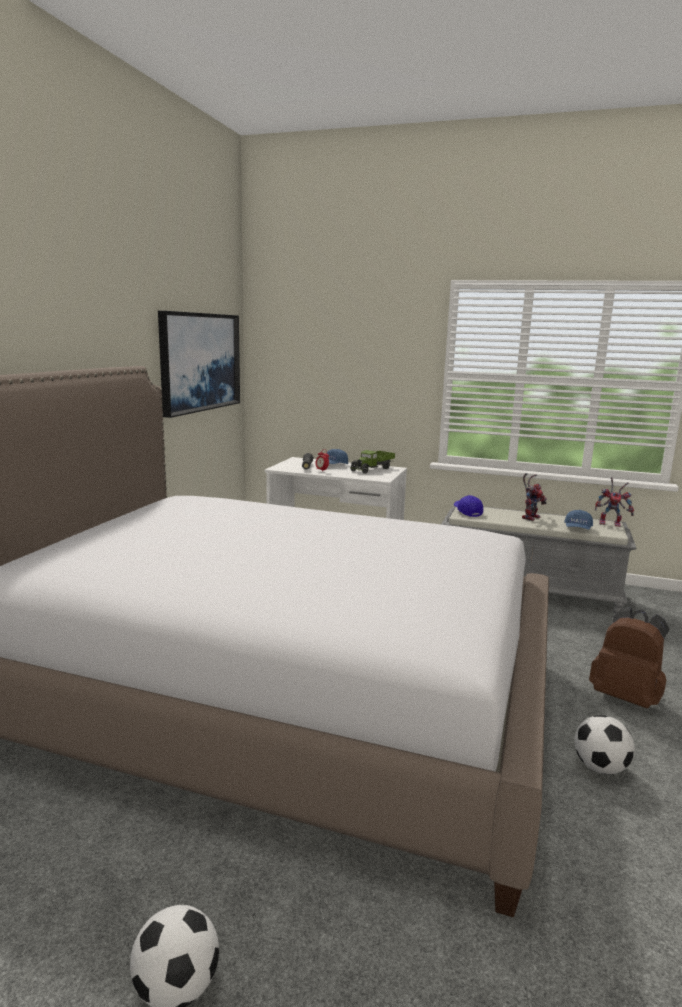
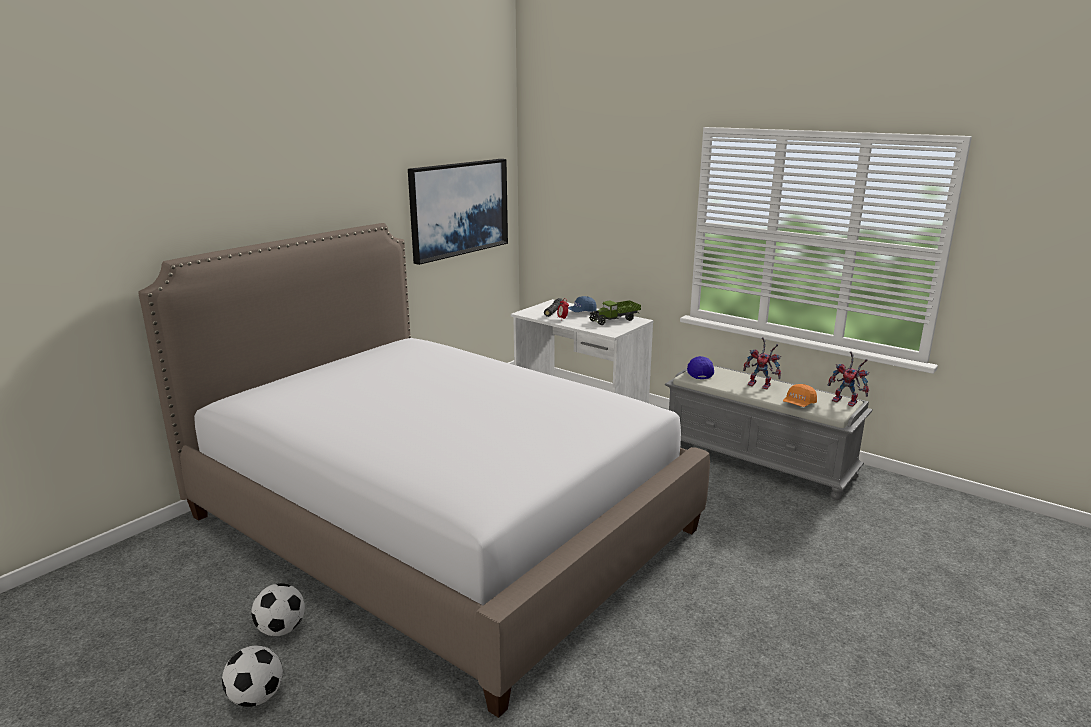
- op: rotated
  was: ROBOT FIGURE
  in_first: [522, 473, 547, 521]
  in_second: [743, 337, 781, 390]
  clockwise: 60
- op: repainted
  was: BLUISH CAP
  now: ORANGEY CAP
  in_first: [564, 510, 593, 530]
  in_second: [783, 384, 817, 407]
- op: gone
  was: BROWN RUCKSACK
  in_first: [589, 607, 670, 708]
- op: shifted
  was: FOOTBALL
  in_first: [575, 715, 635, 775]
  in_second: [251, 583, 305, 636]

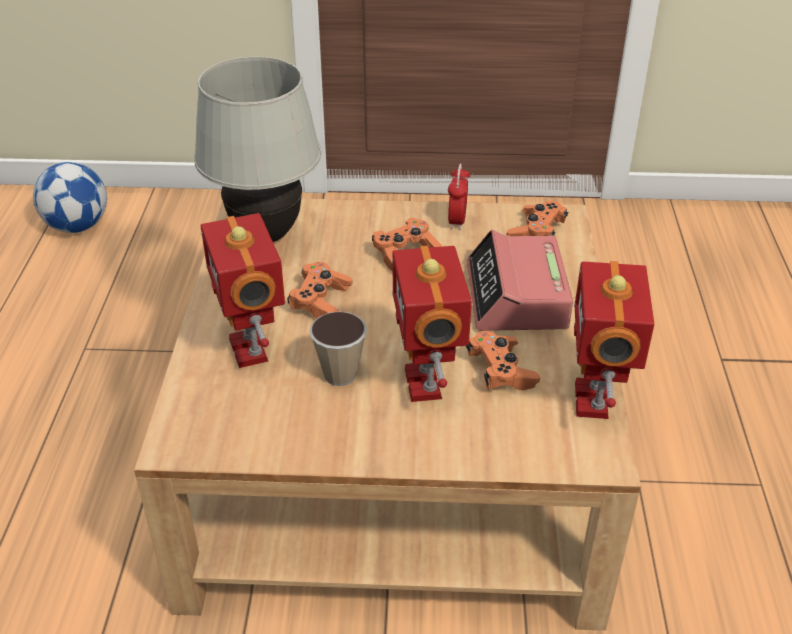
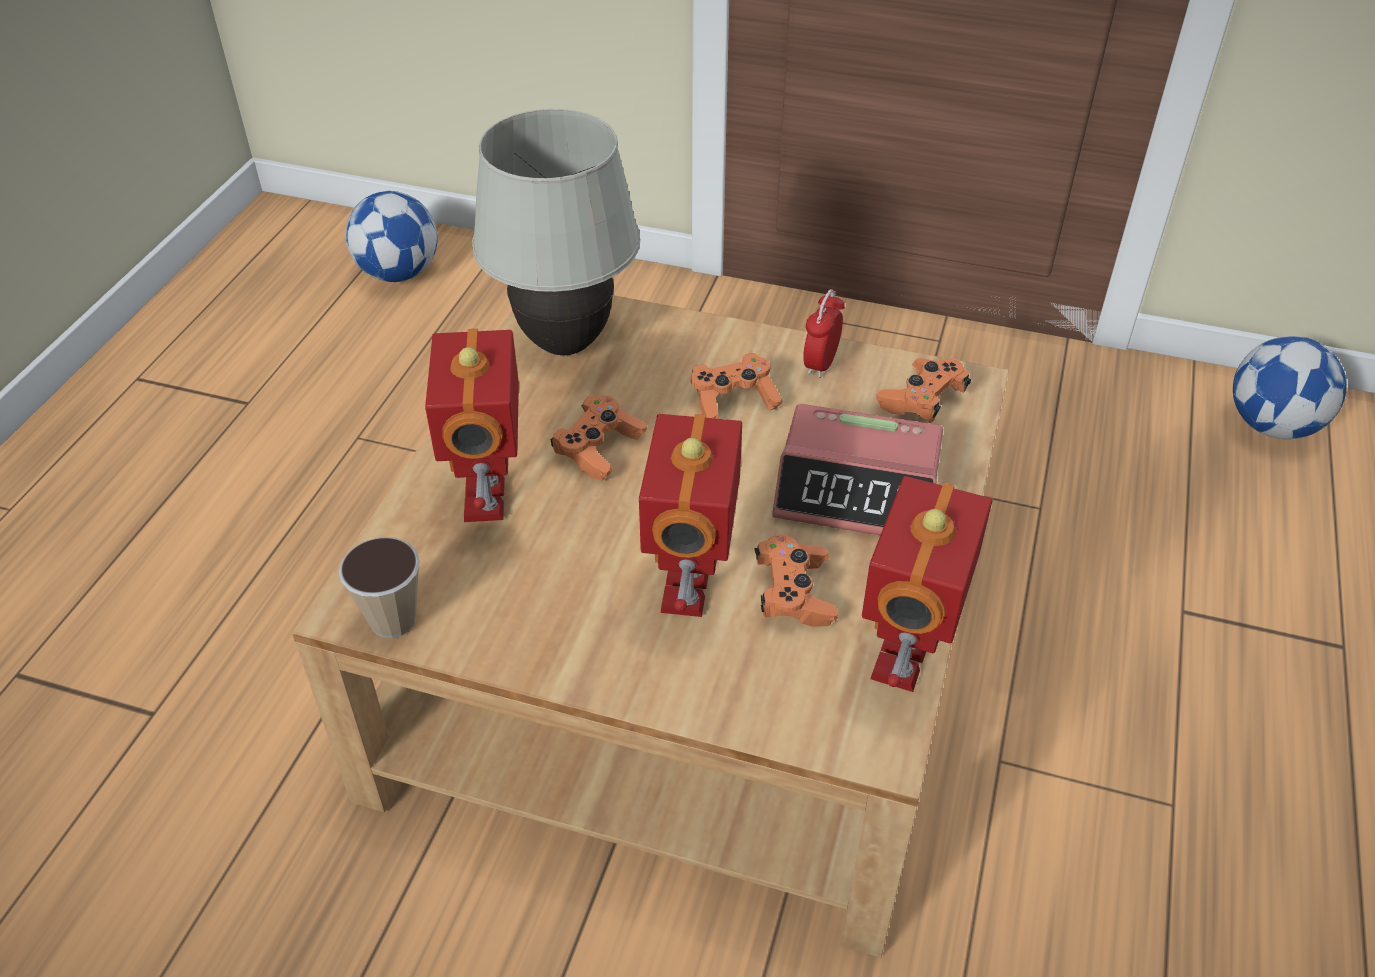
- op: rotated
  was: TABLE CLOCK
  in_first: [467, 230, 573, 331]
  in_second: [772, 404, 943, 535]
  clockwise: -90
- op: shifted
  was: CUP
  in_first: [309, 312, 367, 386]
  in_second: [339, 537, 420, 638]
- op: new
  now: FOOTBALL
  in_second: [1233, 336, 1347, 439]

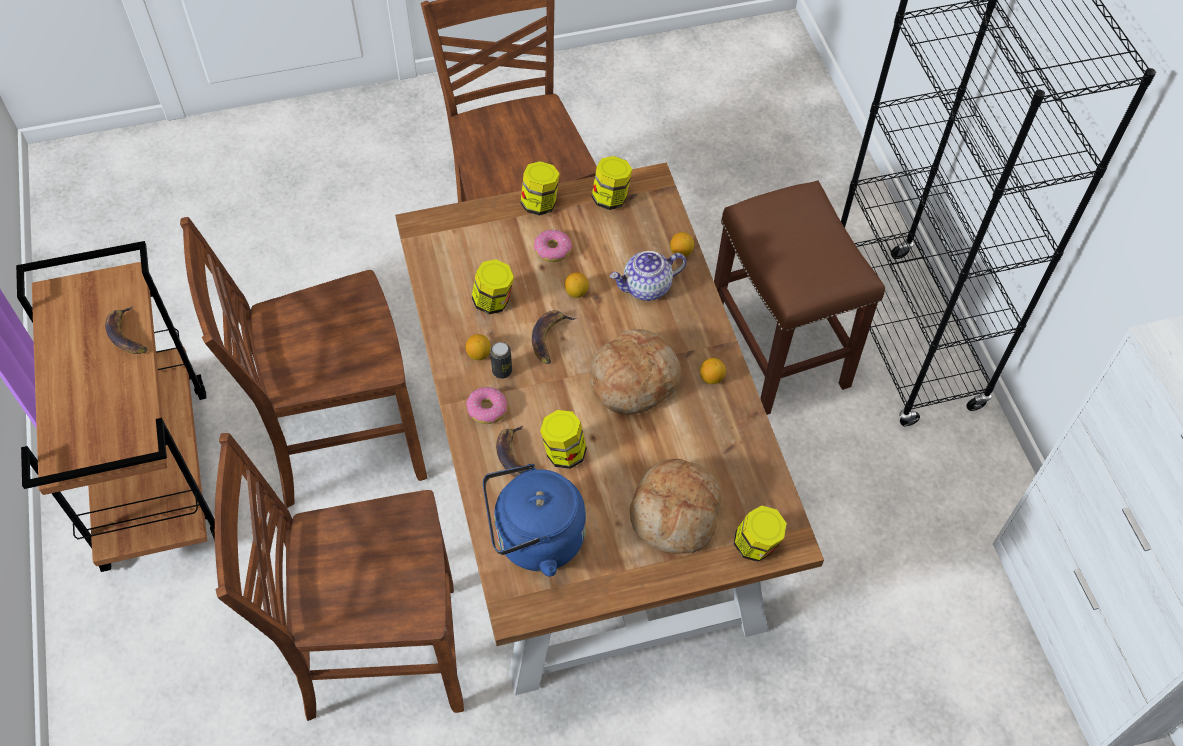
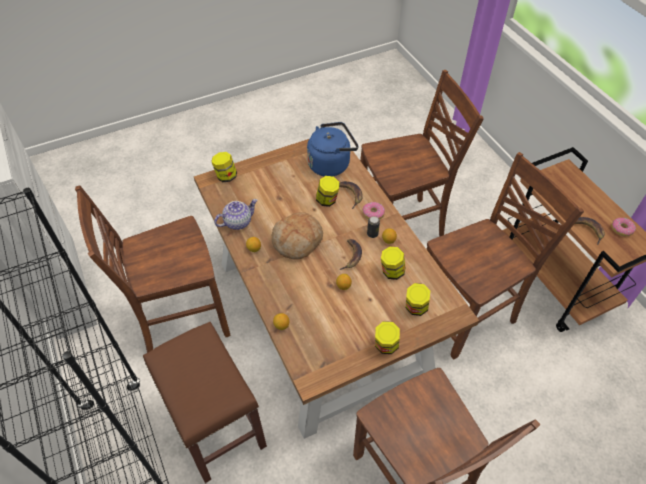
- op: shifted
  was: STORAGE JAR
  in_first: [591, 156, 632, 210]
  in_second: [406, 283, 430, 316]
- op: shifted
  was: DOUGHNUT
  in_first: [534, 230, 572, 262]
  in_second: [611, 218, 636, 236]
- op: shifted
  was: TEAPOT
  in_first: [610, 251, 687, 301]
  in_second: [214, 199, 258, 230]
- op: gone
  was: BAKERY BREAD
  in_first: [630, 459, 721, 554]
- op: new
  now: BROWN UPRIGHT CHAIR
  in_second: [75, 186, 231, 353]

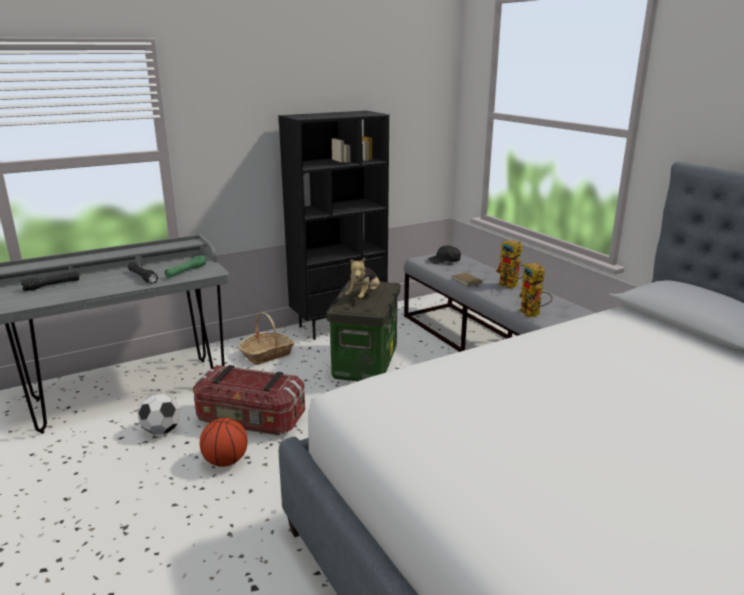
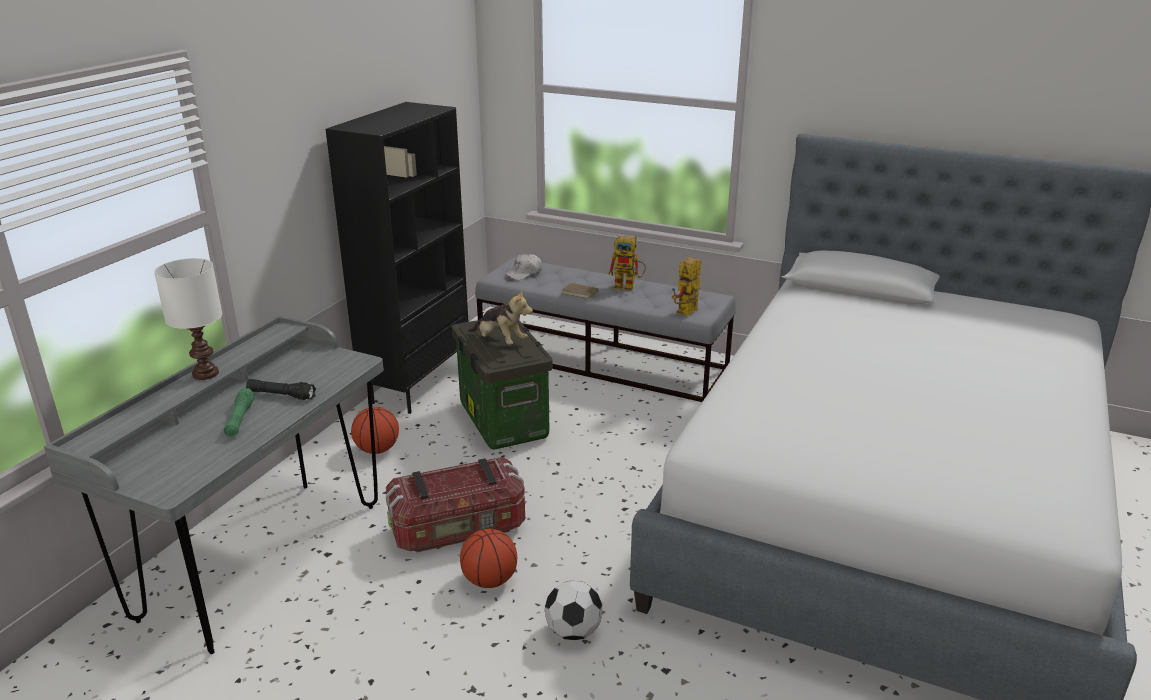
- op: repainted
  was: BLACK-COLOURED CAP
  now: WHITE CAP
  in_first: [428, 245, 461, 264]
  in_second: [505, 254, 542, 280]
- op: shifted
  was: GREENISH FLASHLIGHT
  in_first: [165, 255, 207, 278]
  in_second: [224, 388, 255, 437]
- op: rotated
  was: PLUSH TOY
  in_first: [345, 258, 380, 299]
  in_second: [468, 290, 533, 344]
  clockwise: -45
- op: rotated
  was: ROBOT FIGURE
  in_first: [519, 263, 553, 317]
  in_second: [672, 257, 701, 316]
  clockwise: 90
- op: gone
  was: BLACK-COLOURED FLASHLIGHT
  in_first: [21, 272, 79, 291]
- op: swapped
  was: HOUSEHOLD BASKET
  now: BASKETBALL BALL
  in_first: [238, 312, 295, 365]
  in_second: [351, 407, 399, 454]
- op: shifted
  was: FOOTBALL
  in_first: [138, 394, 181, 435]
  in_second: [545, 581, 602, 640]
- op: new
  now: WHITE TABLE LAMP
  in_second: [154, 258, 222, 380]

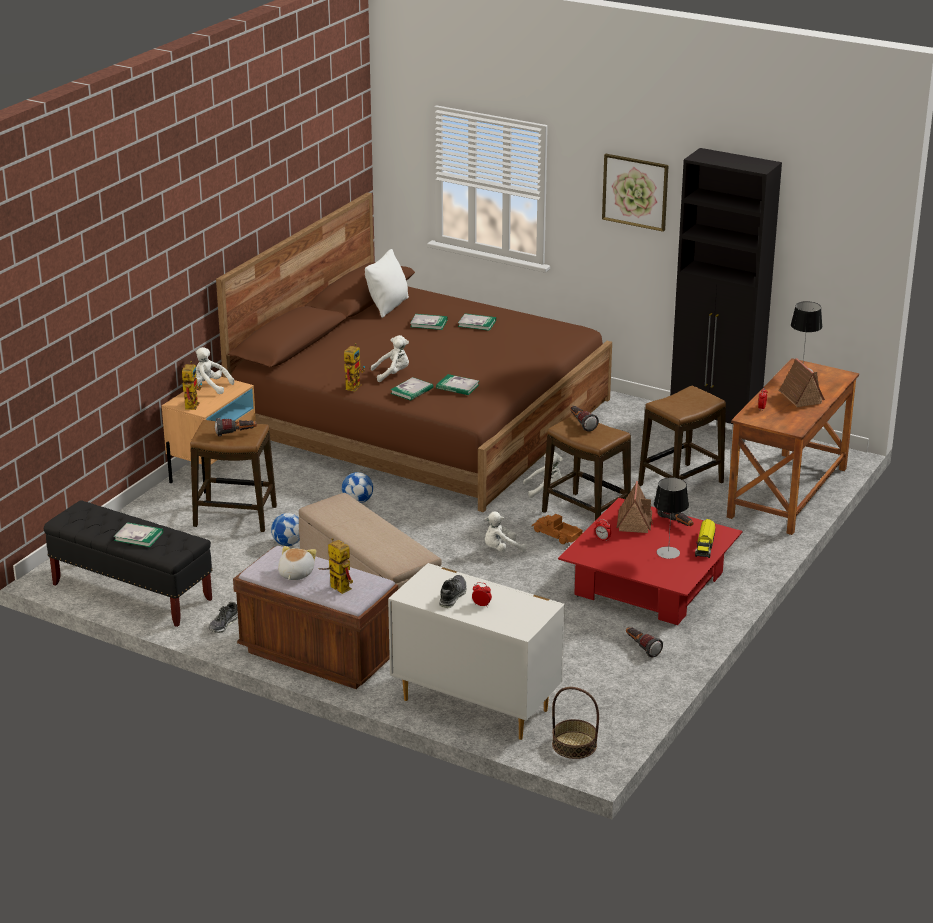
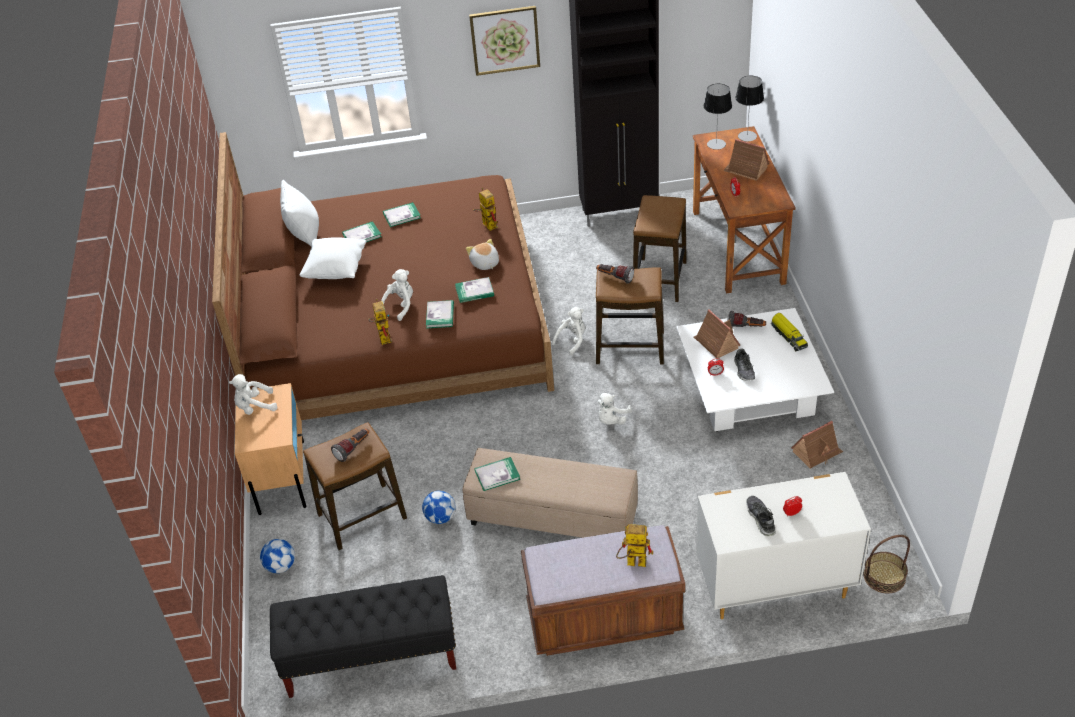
- op: shifted
  was: ROBOT FIGURE
  in_first: [182, 361, 202, 410]
  in_second: [473, 188, 498, 231]
- op: shifted
  was: FOOTBALL
  in_first: [342, 472, 373, 503]
  in_second: [260, 539, 295, 573]
- op: shifted
  was: TABLE LAMP
  in_first: [654, 477, 689, 559]
  in_second: [736, 76, 764, 141]
- op: repainted
  was: RED-COLOURED LOUNGE TABLE
  now: WHITE LOUNGE TABLE
  in_first: [558, 498, 742, 625]
  in_second: [676, 308, 834, 432]
- op: gone
  was: TOY LORRY
  in_first: [532, 514, 583, 544]
- op: shifted
  was: BOUND BOOK
  in_first: [113, 522, 163, 547]
  in_second: [474, 457, 520, 491]
- op: shifted
  was: PLUSH TOY
  in_first: [278, 546, 316, 580]
  in_second: [466, 239, 499, 270]
- op: shifted
  was: LOW SHOE
  in_first: [208, 602, 238, 633]
  in_second: [734, 348, 755, 381]
- op: swapped
  was: FLASHLIGHT
  now: TOY HOUSE
  in_first: [626, 627, 663, 657]
  in_second: [791, 421, 843, 469]
- op: new
  now: WHITE PILLOW
  in_second: [300, 237, 366, 279]

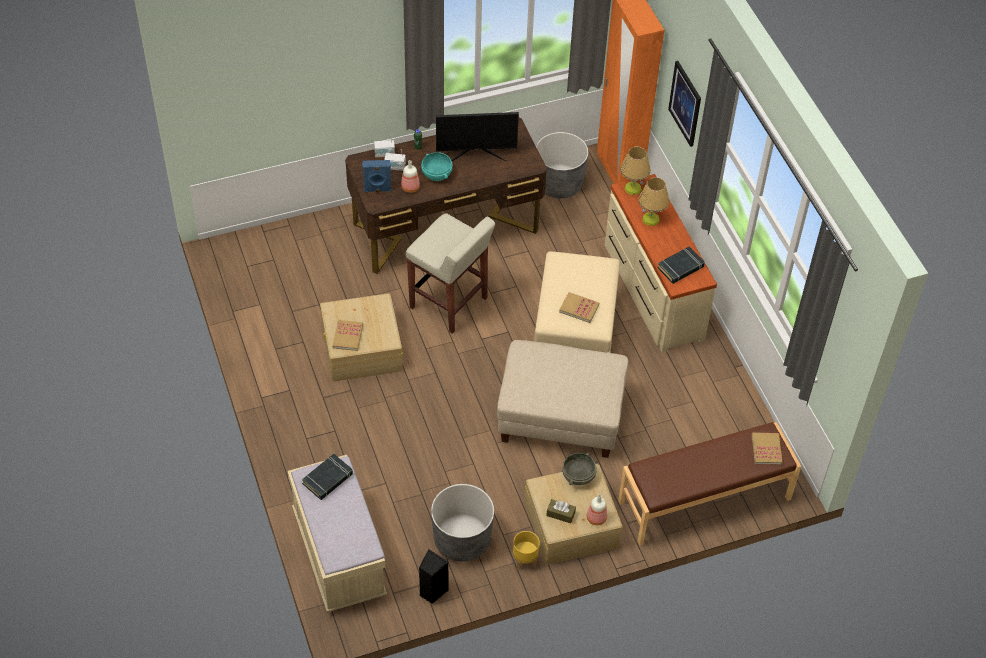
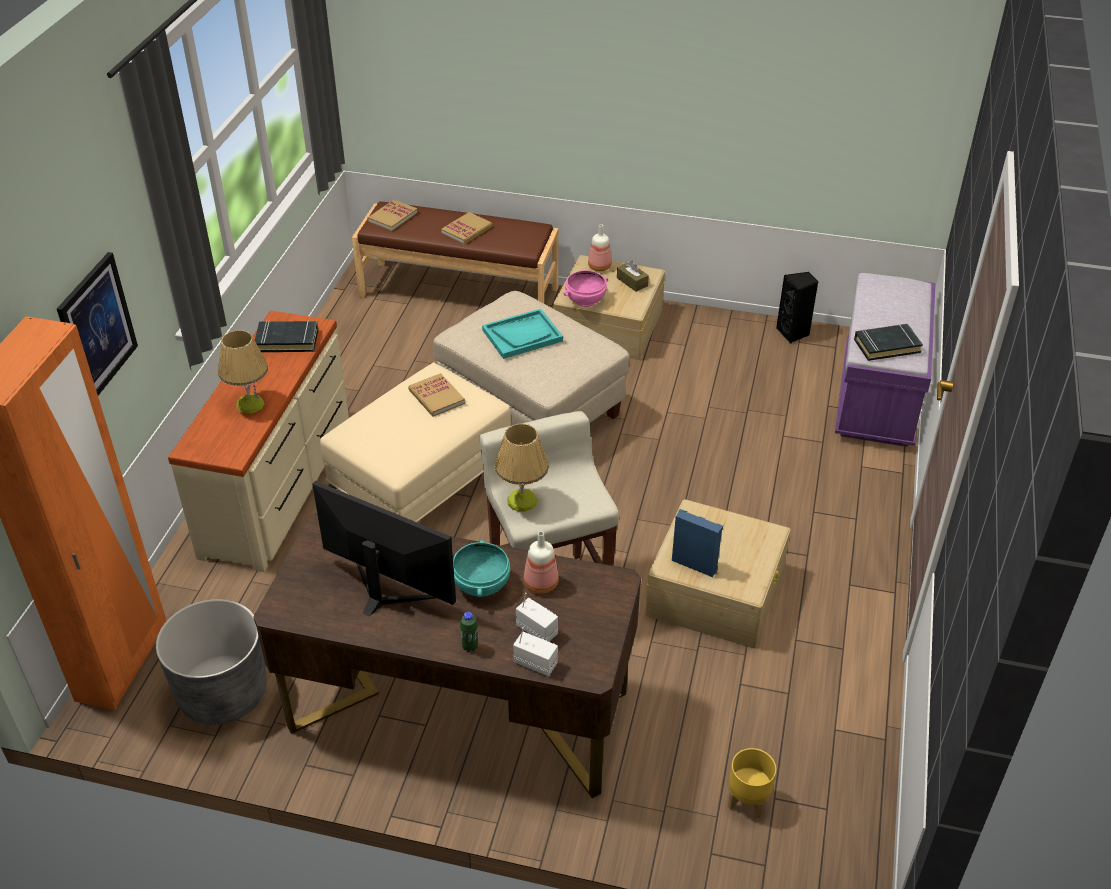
- op: shifted
  was: TABLE LAMP
  in_first: [620, 146, 651, 195]
  in_second: [495, 424, 549, 512]
- op: shifted
  was: BLUISH AUDIO SPEAKER
  in_first: [362, 160, 392, 192]
  in_second: [672, 509, 723, 577]
- op: shifted
  was: BOUND BOOK
  in_first: [333, 320, 363, 351]
  in_second: [441, 212, 492, 244]
- op: repainted
  was: GREY SERVING BOWL
  now: PINK SERVING BOWL
  in_first: [562, 453, 597, 486]
  in_second: [564, 270, 608, 307]
- op: repainted
  was: BEIGE-COLOURED LONG SEAT
  now: PURPLE LONG SEAT
  in_first: [287, 455, 387, 612]
  in_second: [835, 273, 936, 447]
- op: gone
  was: GREY PLANT POT
  in_first: [431, 484, 494, 562]
- op: shifted
  was: YELLOW-COLOURED PLANT POT
  in_first: [513, 531, 540, 570]
  in_second: [728, 748, 776, 819]
- op: new
  now: BLUE-GREEN CARRYING TRAY
  in_second: [482, 309, 563, 359]

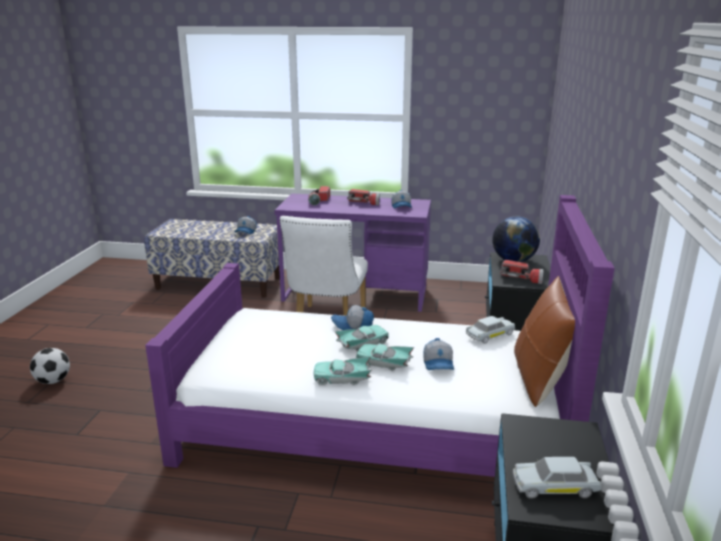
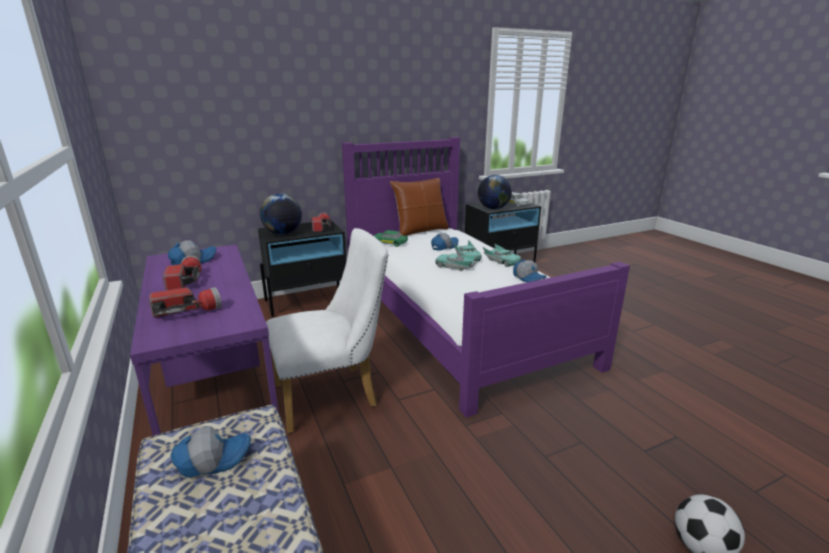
- op: shifted
  was: CAP
  in_first: [331, 305, 374, 330]
  in_second: [513, 259, 546, 282]
- op: repainted
  was: WHITE MODEL CAR
  now: GREENISH MODEL CAR
  in_first: [466, 316, 515, 344]
  in_second: [374, 230, 408, 247]
- op: new
  now: GLOBE
  in_second: [478, 175, 512, 209]

